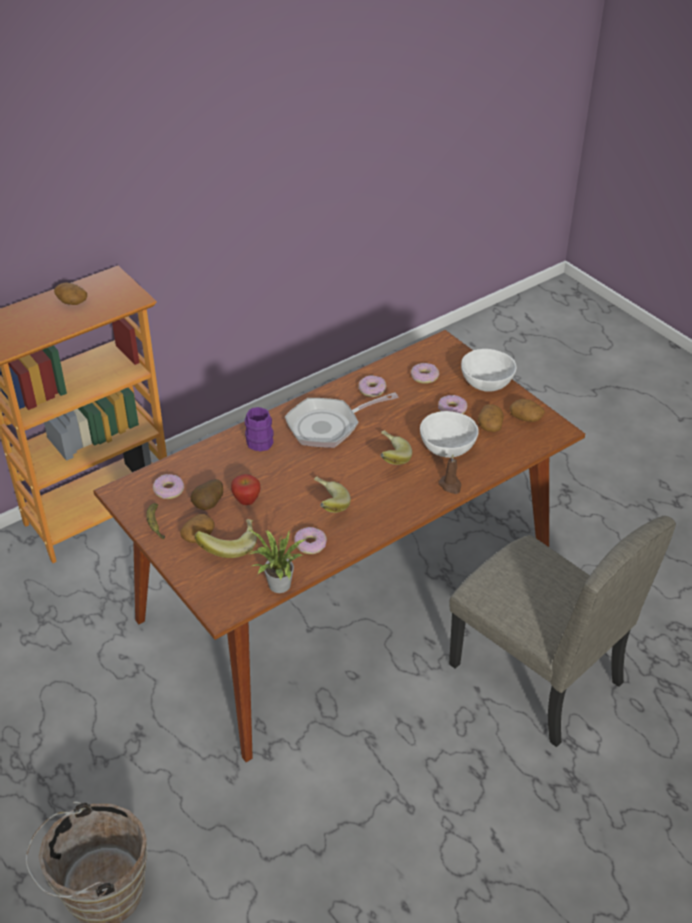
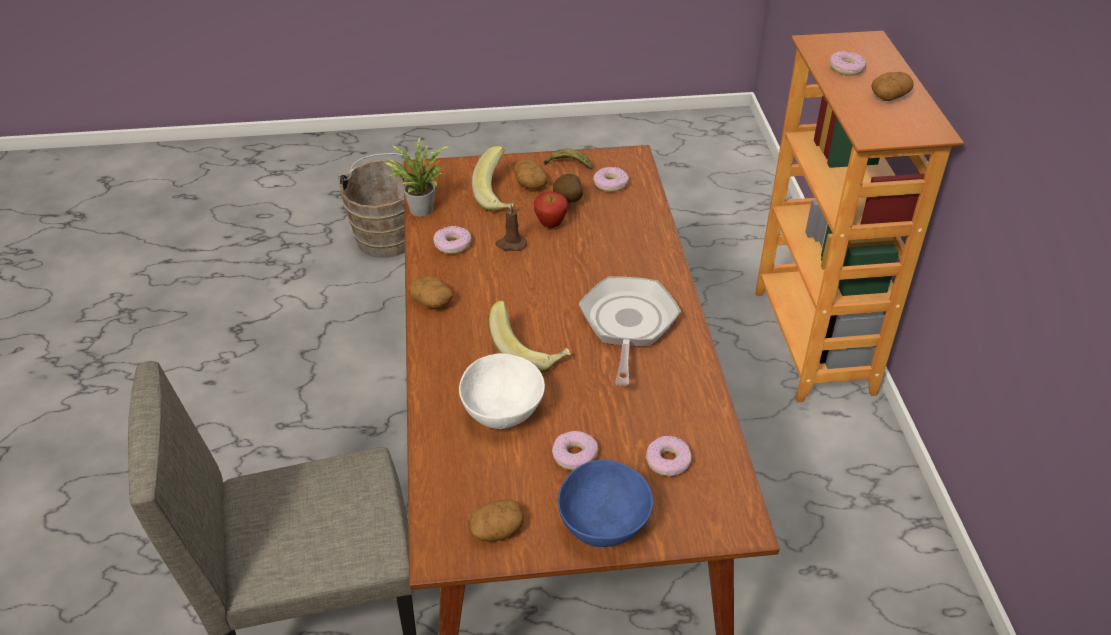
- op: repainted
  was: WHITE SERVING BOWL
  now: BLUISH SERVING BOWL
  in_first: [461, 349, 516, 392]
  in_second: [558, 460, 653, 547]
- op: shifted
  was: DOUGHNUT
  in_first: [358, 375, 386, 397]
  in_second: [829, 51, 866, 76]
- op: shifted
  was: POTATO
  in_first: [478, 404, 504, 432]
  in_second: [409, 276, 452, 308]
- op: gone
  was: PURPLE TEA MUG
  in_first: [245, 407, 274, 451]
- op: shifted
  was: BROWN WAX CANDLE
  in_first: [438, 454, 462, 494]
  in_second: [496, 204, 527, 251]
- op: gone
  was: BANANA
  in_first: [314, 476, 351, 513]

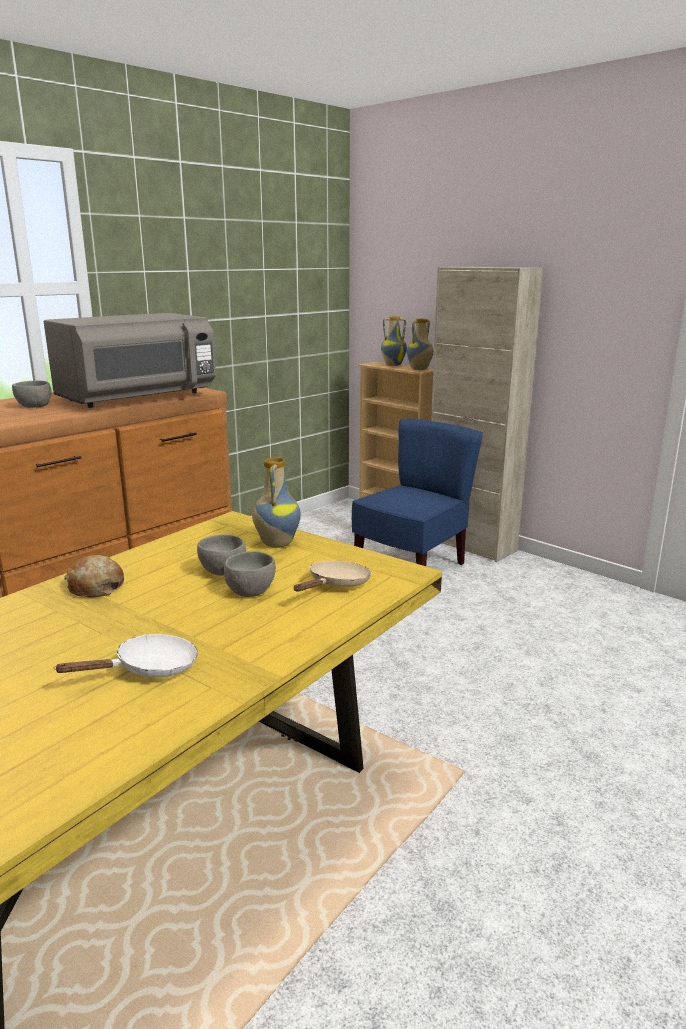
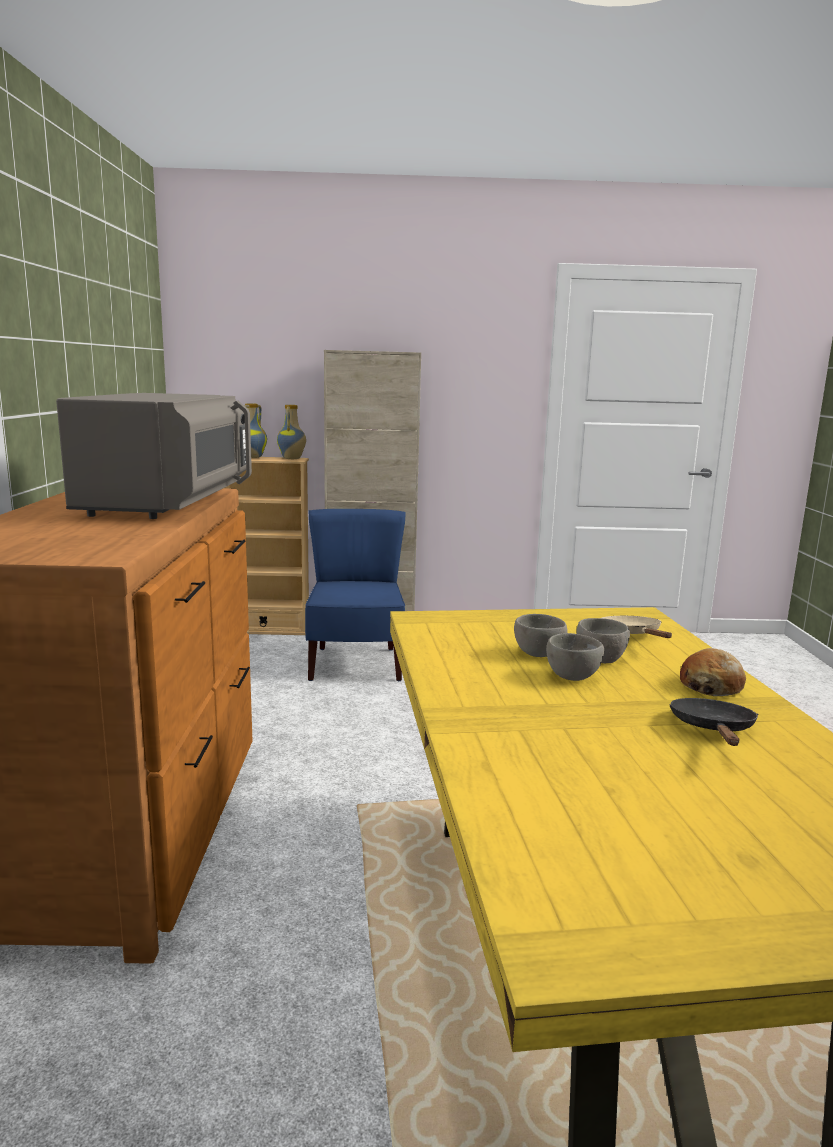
- op: shifted
  was: GREY SERVING BOWL
  in_first: [12, 381, 52, 408]
  in_second: [546, 633, 604, 681]
- op: gone
  was: VASE
  in_first: [252, 457, 301, 548]
- op: shifted
  was: BAKERY BREAD
  in_first: [64, 555, 124, 598]
  in_second: [680, 648, 746, 696]
- op: repainted
  was: WHITE SKILLET
  now: BLACK-COLOURED SKILLET
  in_first: [54, 634, 198, 677]
  in_second: [669, 698, 758, 746]

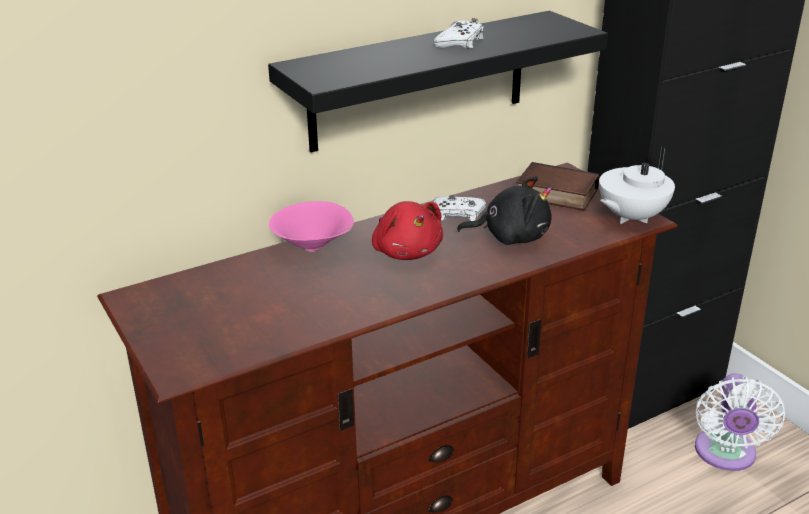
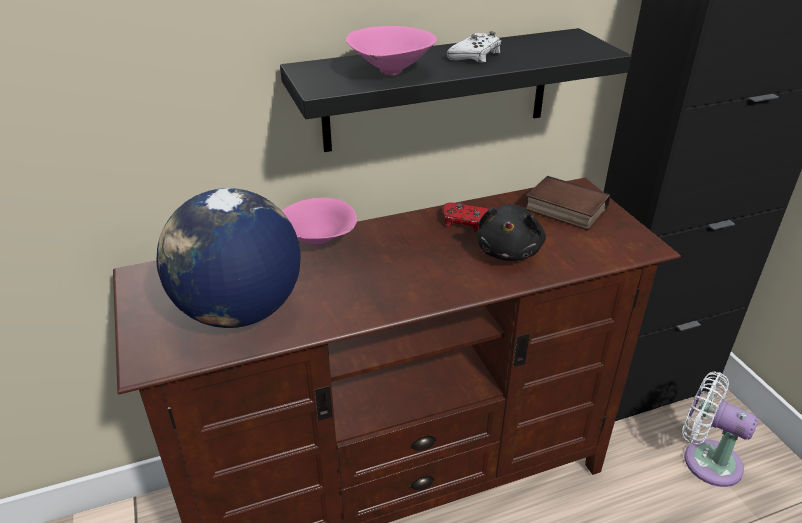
- op: gone
  was: WHITE TEAPOT
  in_first: [599, 147, 675, 224]
- op: rotated
  was: BLACK-COLOURED PLUSH TOY
  in_first: [457, 176, 552, 245]
  in_second: [477, 204, 546, 261]
  clockwise: 90
- op: repainted
  was: WHITE GAMEPAD
  now: RED-COLOURED GAMEPAD
  in_first: [433, 195, 486, 221]
  in_second: [443, 203, 488, 232]
- op: gone
  was: RED-COLOURED PLUSH TOY
  in_first: [372, 201, 443, 260]
- op: rotated
  was: WHITE FAN
  in_first: [695, 373, 785, 471]
  in_second: [682, 372, 759, 487]
  clockwise: 105
- op: new
  now: PINK SERVING BOWL
  in_second: [346, 26, 437, 75]
- op: new
  now: GLOBE
  in_second: [156, 188, 301, 328]

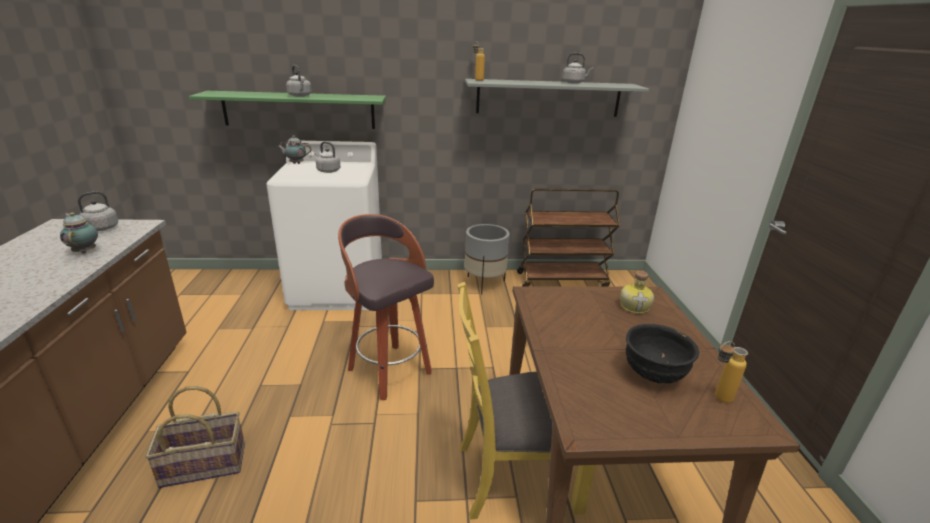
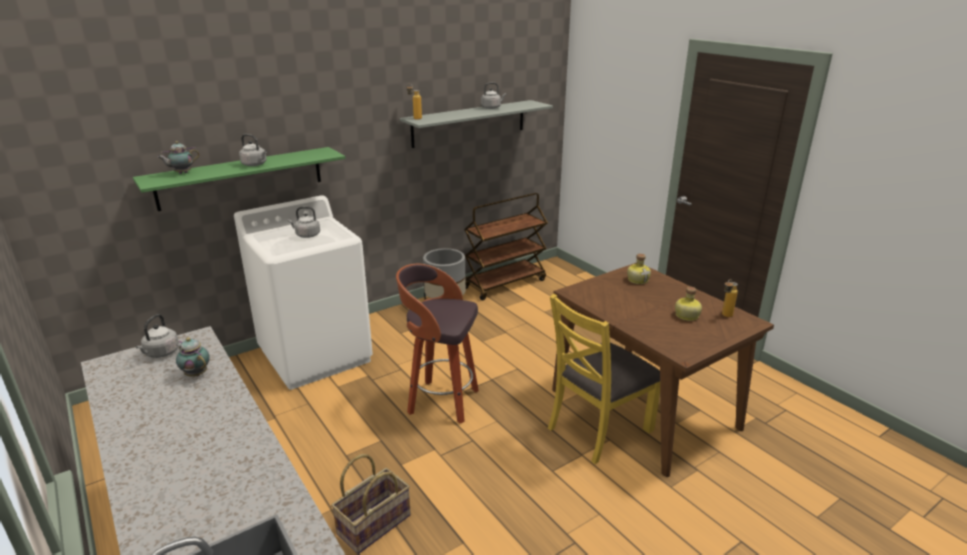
- op: shifted
  was: TEAPOT
  in_first: [277, 135, 312, 164]
  in_second: [157, 141, 200, 174]
- op: swapped
  was: BLACK-COLOURED SERVING BOWL
  now: DRINK BOTTLE
  in_first: [626, 324, 699, 383]
  in_second: [675, 287, 702, 321]

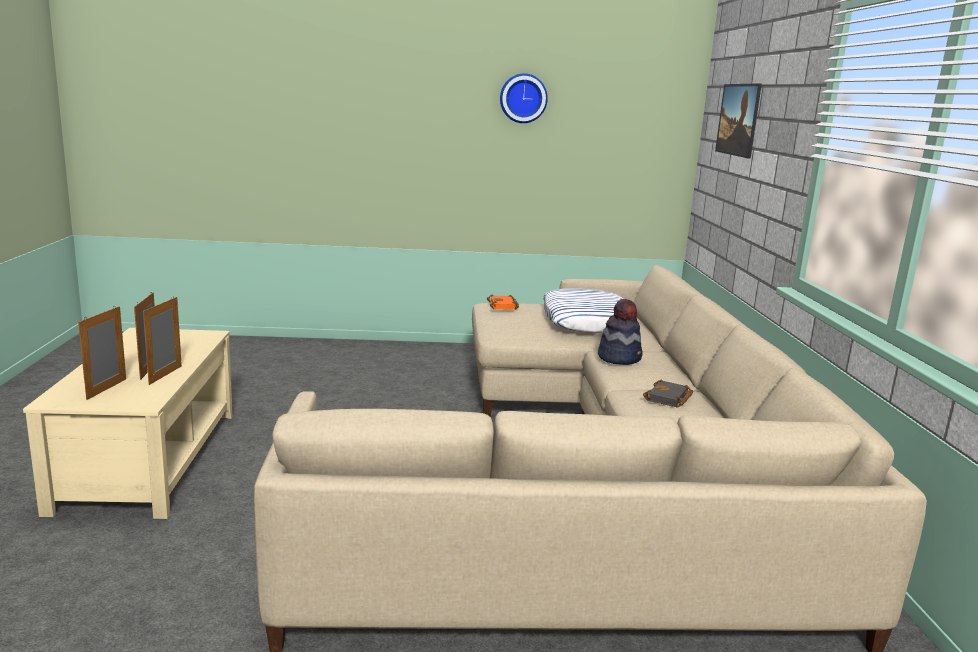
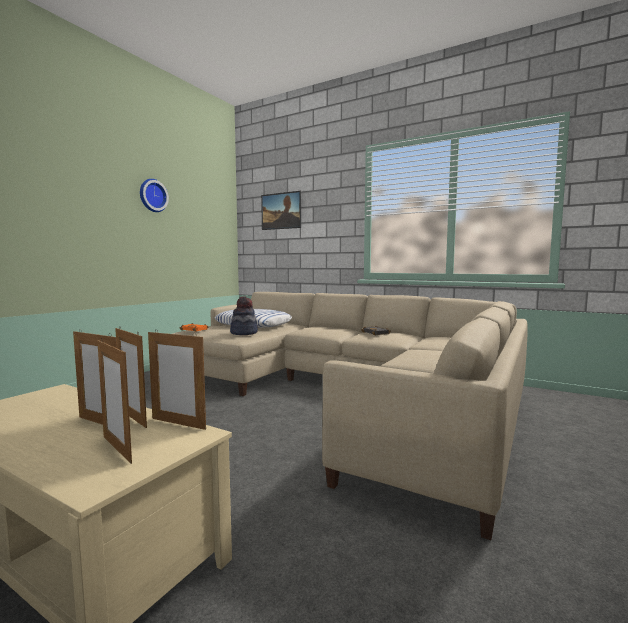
- op: shifted
  was: WEARABLE HAT
  in_first: [598, 299, 642, 365]
  in_second: [230, 297, 258, 335]
- op: new
  now: PHOTO FRAME
  in_second: [148, 329, 206, 430]

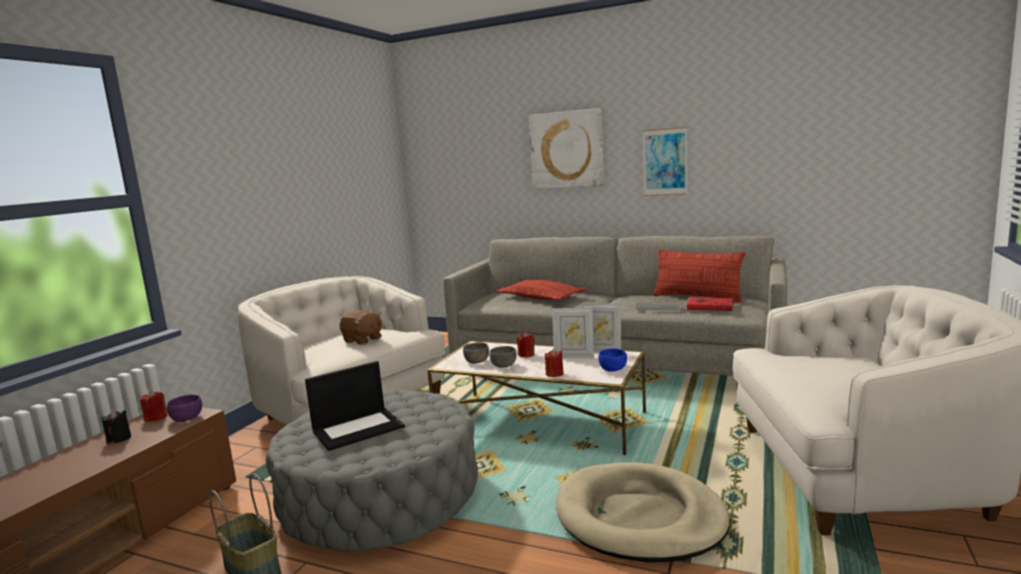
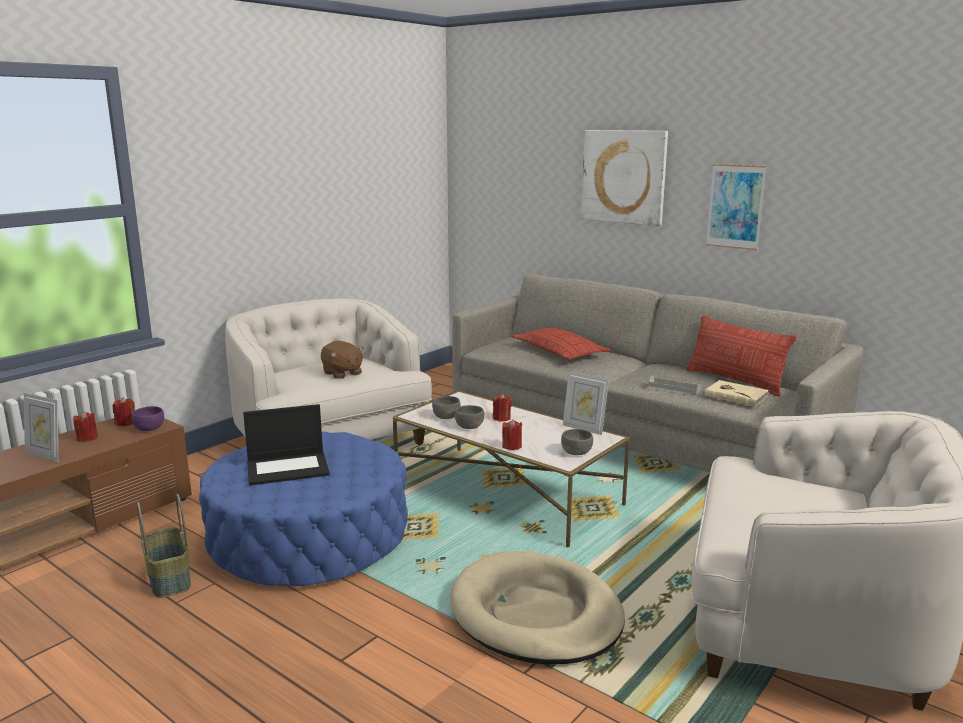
- op: repainted
  was: RED-COLOURED BOUND BOOK
  now: BEIGE-COLOURED BOUND BOOK
  in_first: [686, 297, 734, 311]
  in_second: [705, 380, 769, 406]
- op: shifted
  was: PHOTO FRAME
  in_first: [552, 307, 594, 358]
  in_second: [24, 393, 58, 462]
- op: repainted
  was: BLUISH SERVING BOWL
  now: GREY SERVING BOWL
  in_first: [598, 348, 627, 371]
  in_second: [561, 429, 593, 455]
- op: repainted
  was: GREY POUFFE
  now: BLUISH POUFFE
  in_first: [266, 389, 478, 551]
  in_second: [199, 432, 408, 586]
- op: repainted
  was: BLACK-COLOURED WAX CANDLE
  now: RED-COLOURED WAX CANDLE
  in_first: [101, 410, 131, 444]
  in_second: [73, 411, 98, 442]

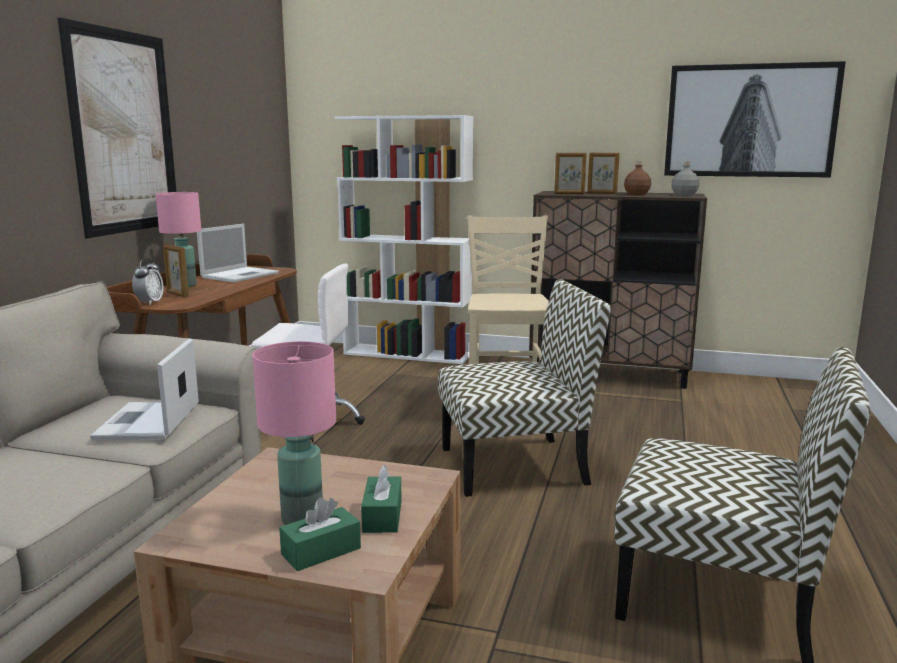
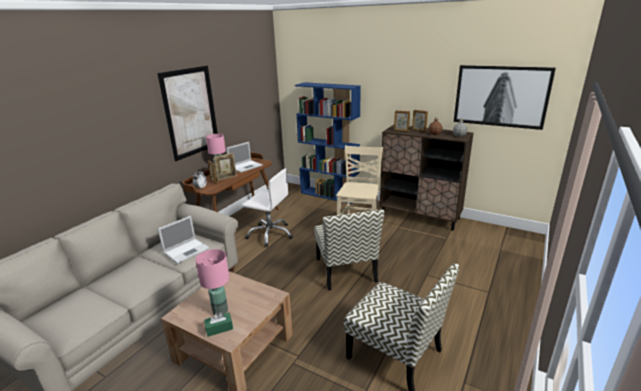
- op: repainted
  was: WHITE BOOKCASE
  now: BLUISH BOOKCASE
  in_first: [335, 115, 473, 364]
  in_second: [295, 82, 361, 204]
- op: rotated
  was: UPRIGHT CHAIR
  in_first: [438, 279, 611, 497]
  in_second: [314, 209, 385, 290]
  clockwise: 75
- op: rotated
  was: PORTABLE COMPUTER
  in_first: [90, 338, 199, 440]
  in_second: [158, 216, 210, 264]
  clockwise: -150
- op: gone
  was: GREENISH BOX OF TISSUES
  in_first: [361, 465, 402, 533]
- op: new
  now: PHOTO FRAME
  in_second: [214, 153, 237, 181]

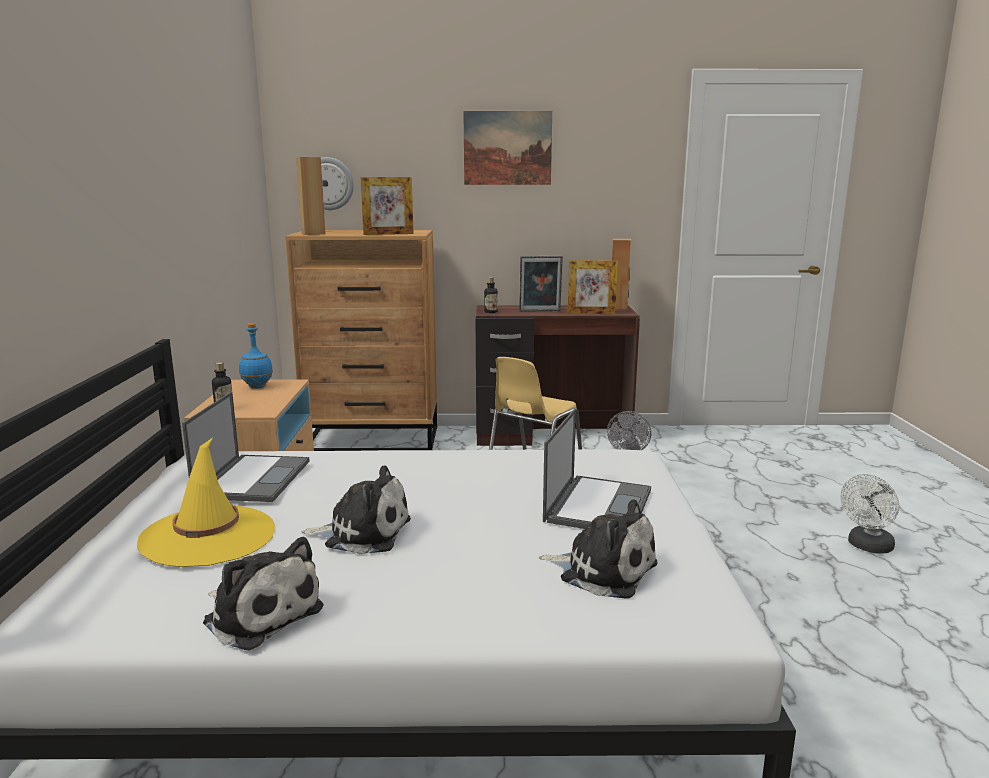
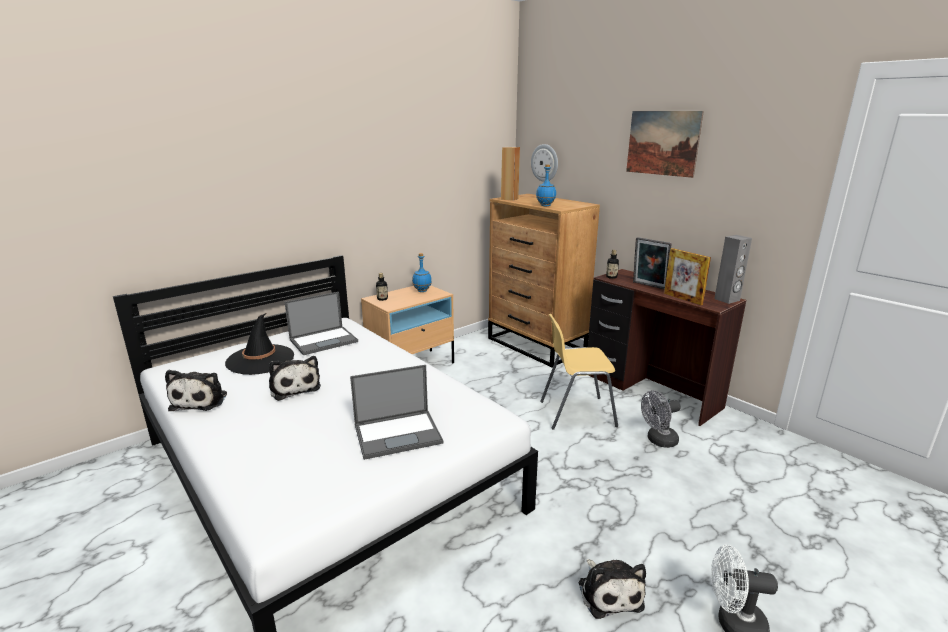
- op: swapped
  was: PHOTO FRAME
  now: BLUISH DRINK BOTTLE
  in_first: [360, 177, 414, 235]
  in_second: [536, 164, 556, 206]
- op: repainted
  was: BROWN AUDIO SPEAKER
  now: GREY AUDIO SPEAKER
  in_first: [612, 239, 631, 309]
  in_second: [714, 235, 752, 304]
- op: repainted
  was: YELLOW-COLOURED WEARABLE HAT
  now: BLACK-COLOURED WEARABLE HAT
  in_first: [137, 438, 275, 567]
  in_second: [225, 313, 294, 375]
- op: shifted
  was: PLUSH TOY
  in_first: [539, 499, 658, 599]
  in_second: [578, 559, 646, 619]

